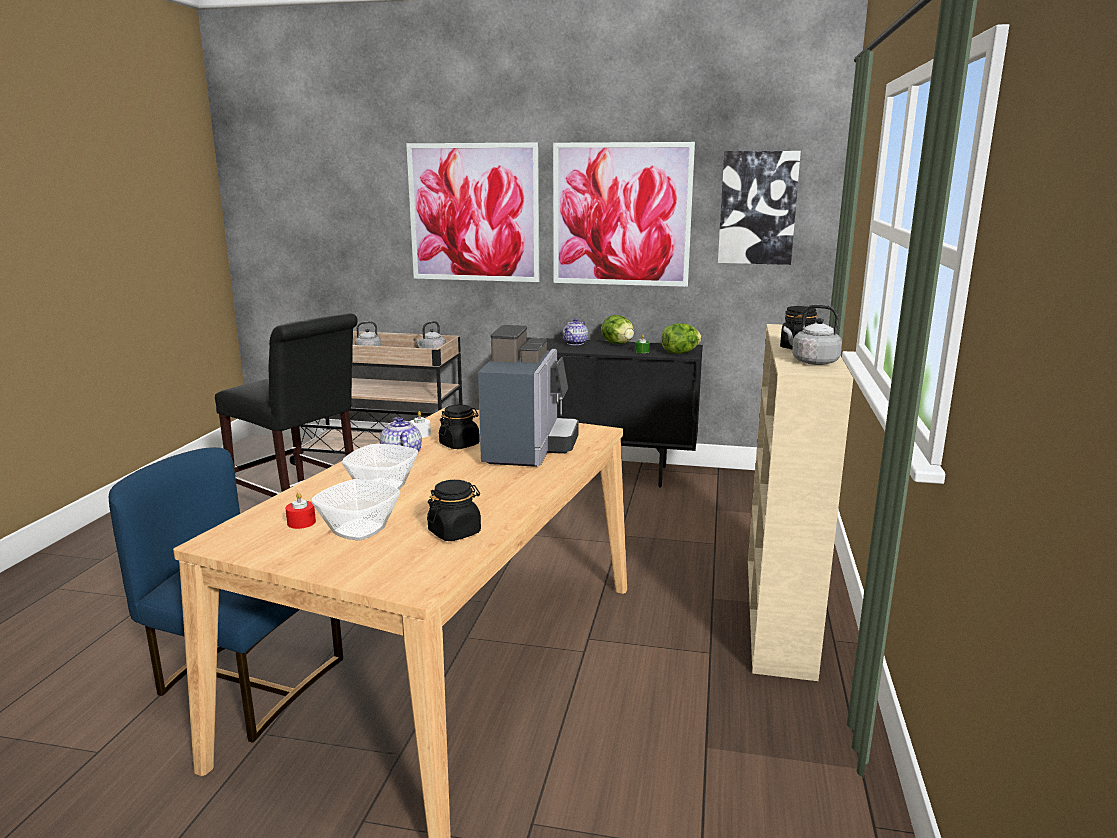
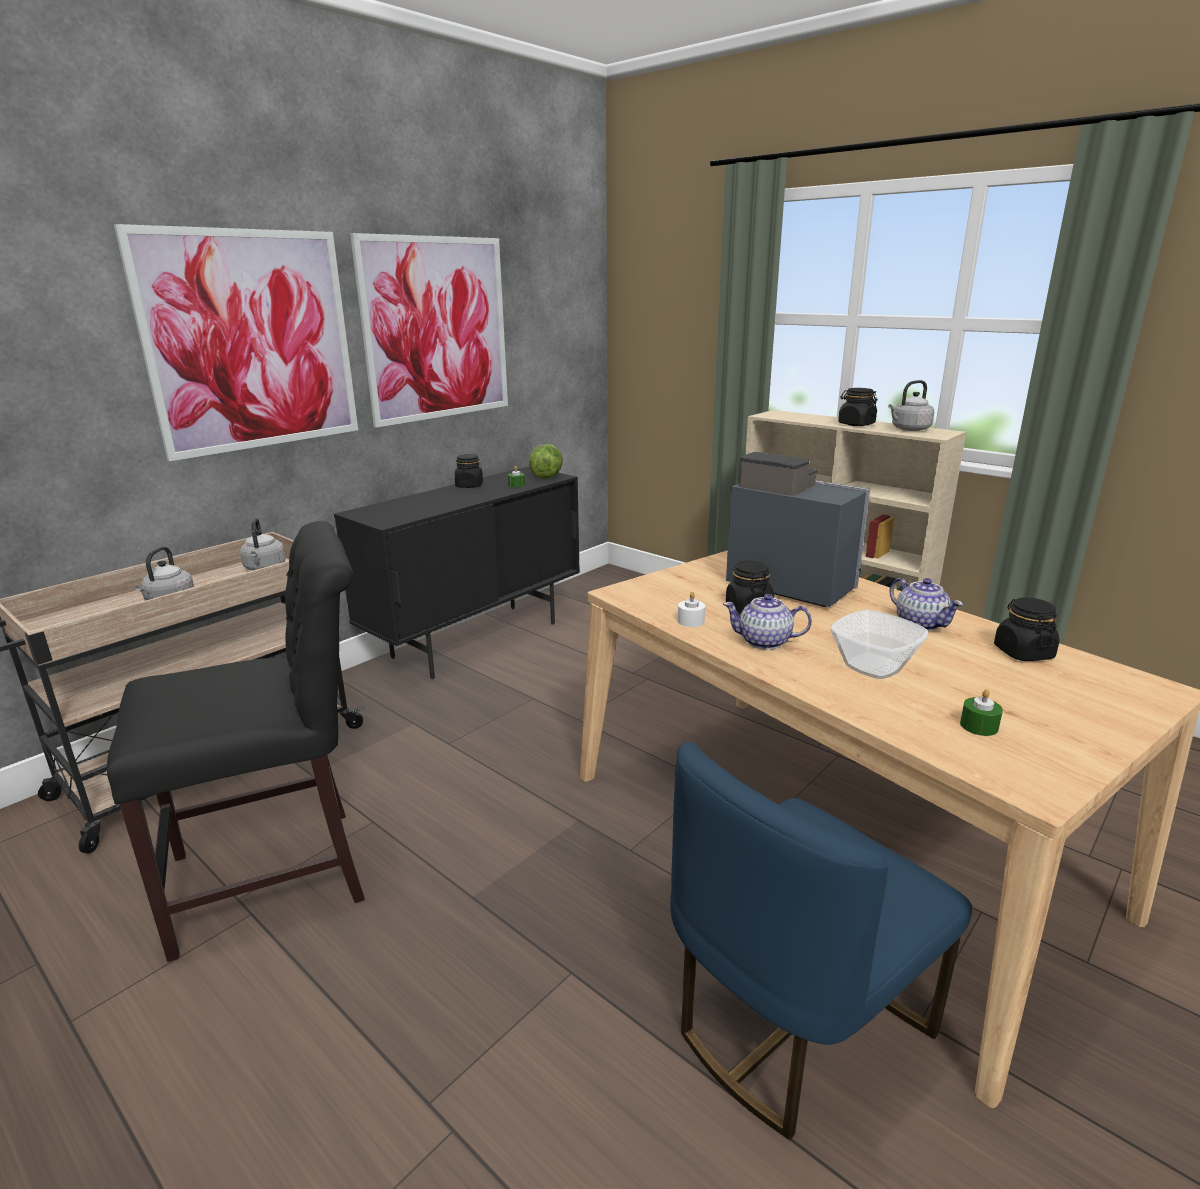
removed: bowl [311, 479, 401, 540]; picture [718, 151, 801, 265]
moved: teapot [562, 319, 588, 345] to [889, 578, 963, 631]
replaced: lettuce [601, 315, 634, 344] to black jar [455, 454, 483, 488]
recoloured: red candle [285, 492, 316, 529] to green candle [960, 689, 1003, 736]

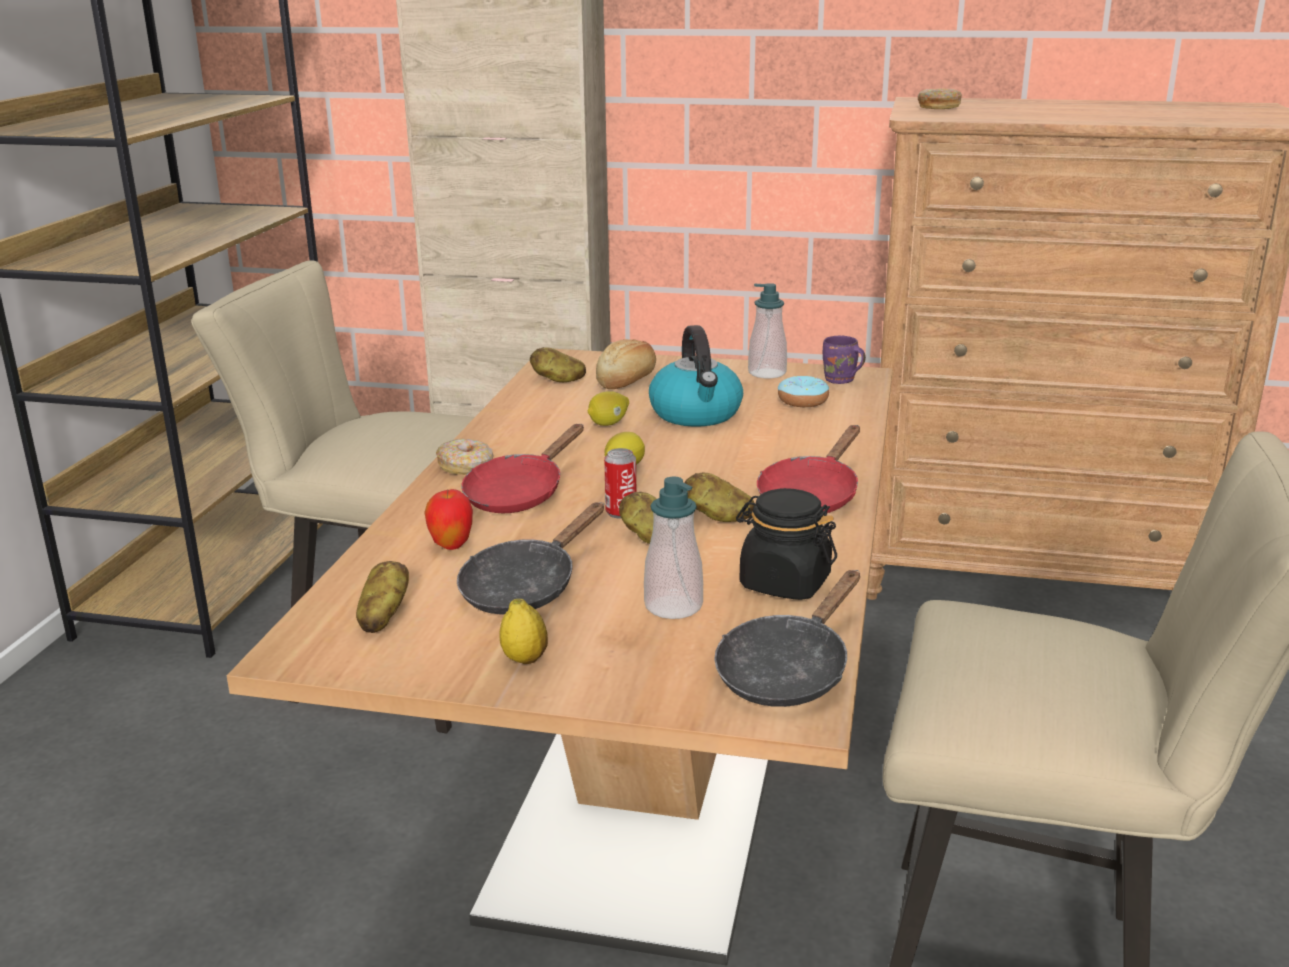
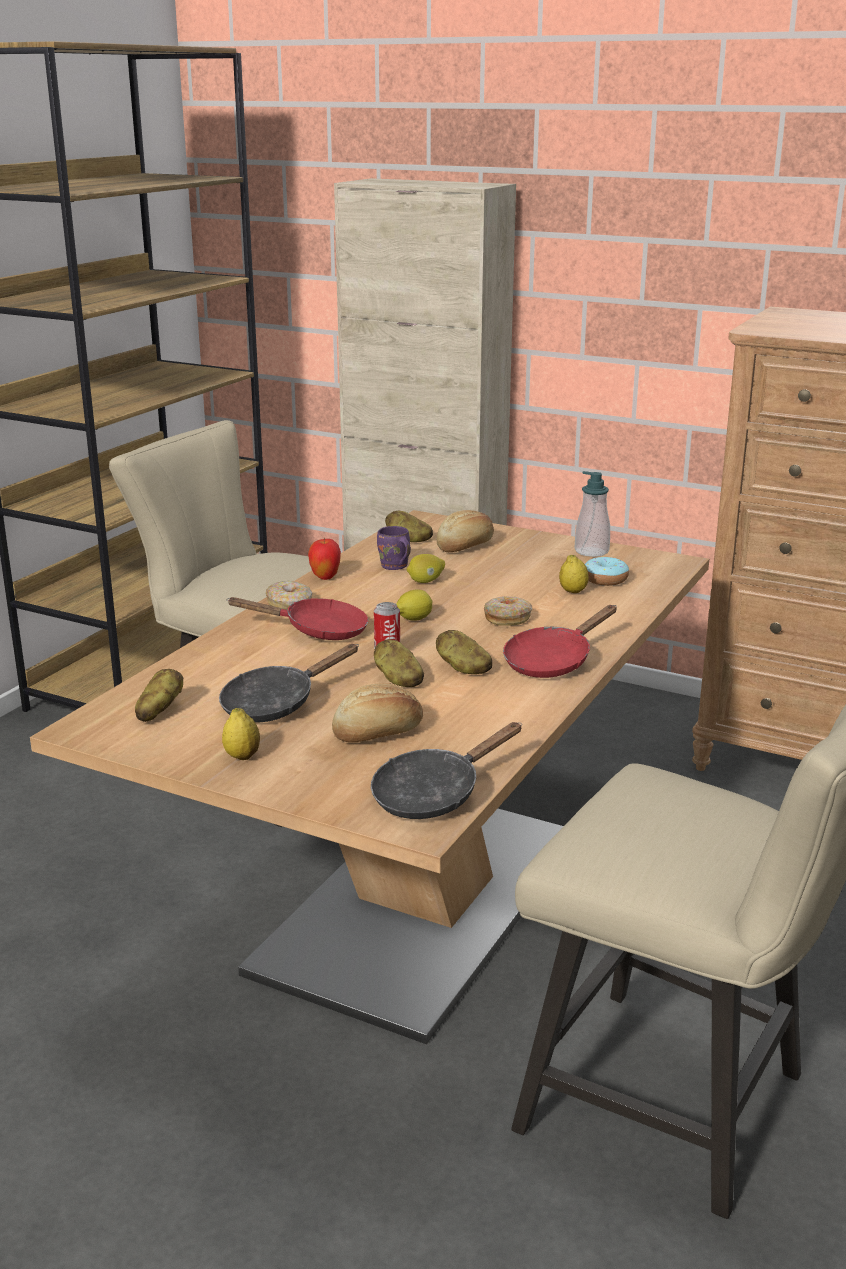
removed: kettle [649, 325, 743, 427]; black jar [736, 488, 837, 600]
added: lemon [559, 555, 589, 593]
moved: apple [424, 489, 473, 550] to [308, 537, 341, 580]; purple mug [823, 336, 866, 384] to [377, 526, 411, 570]; donut [918, 89, 962, 109] to [484, 596, 533, 626]
replaced: soap dispenser [644, 477, 703, 619] to bread [332, 683, 423, 742]
turned: red frying pan [461, 424, 584, 513] = [226, 597, 368, 640] 135 degrees counterclockwise

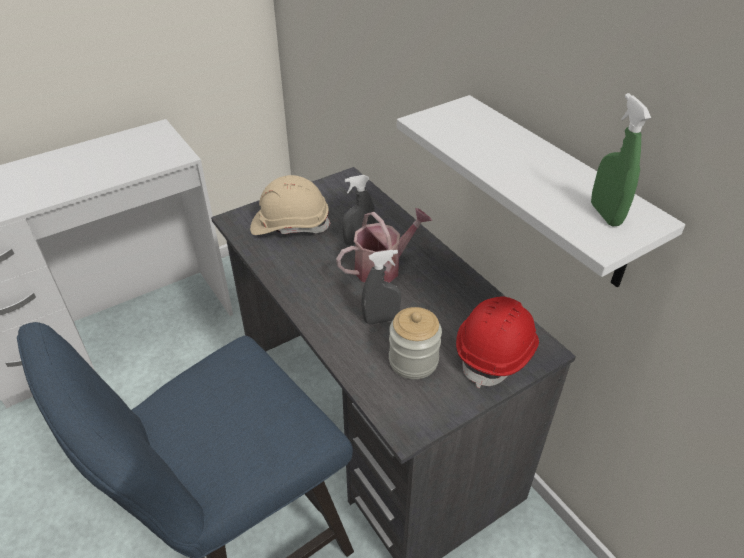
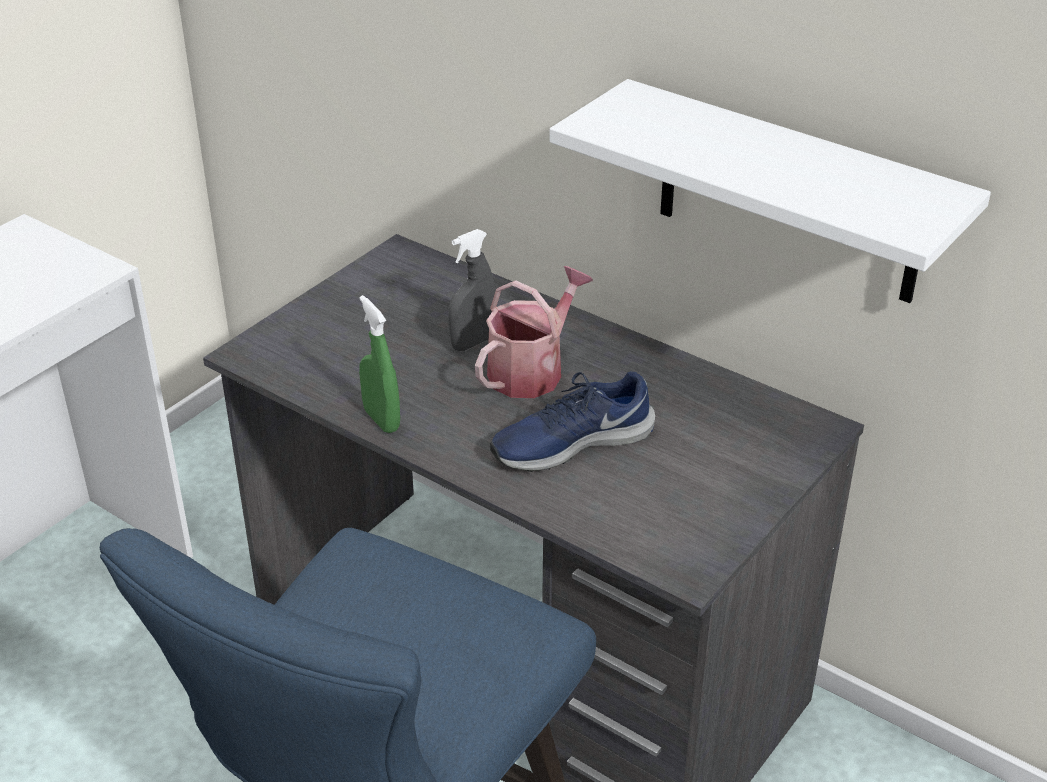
removed: beige hard hat [250, 175, 331, 235]; jar [389, 307, 442, 379]; red hard hat [456, 296, 539, 388]
moved: green spray bottle [591, 93, 651, 226] to [359, 295, 400, 433]
replaced: grey spray bottle [361, 250, 401, 325] to blue shoe [490, 371, 655, 472]

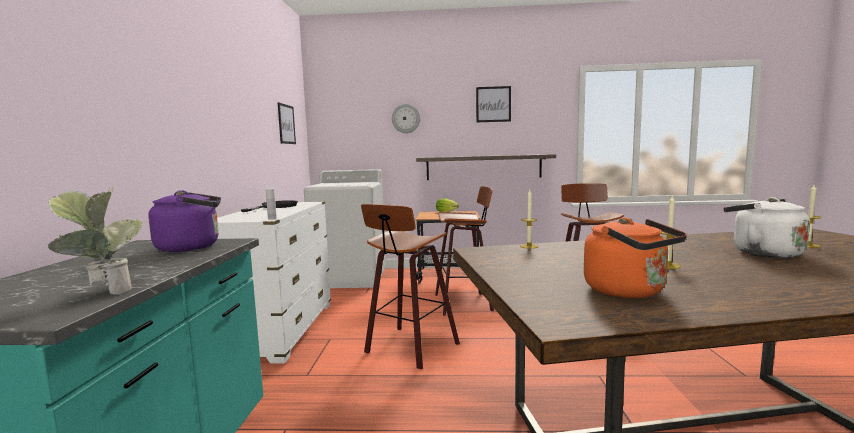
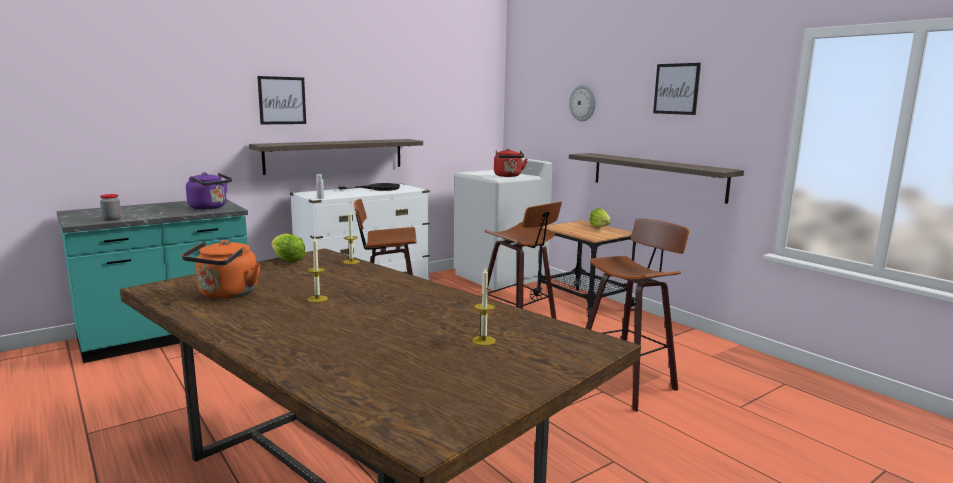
removed: white kettle [724, 197, 810, 258]
added: shelf [249, 139, 423, 175]; lettuce [271, 233, 306, 263]; red kettle [494, 149, 528, 177]
moved: picture [278, 103, 296, 144] to [257, 76, 306, 124]
replaced: potted plant [48, 187, 143, 294] to jar [100, 194, 121, 220]

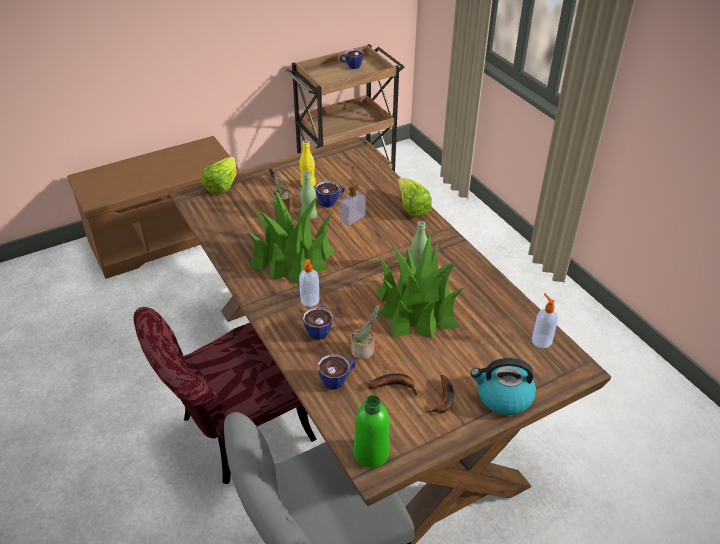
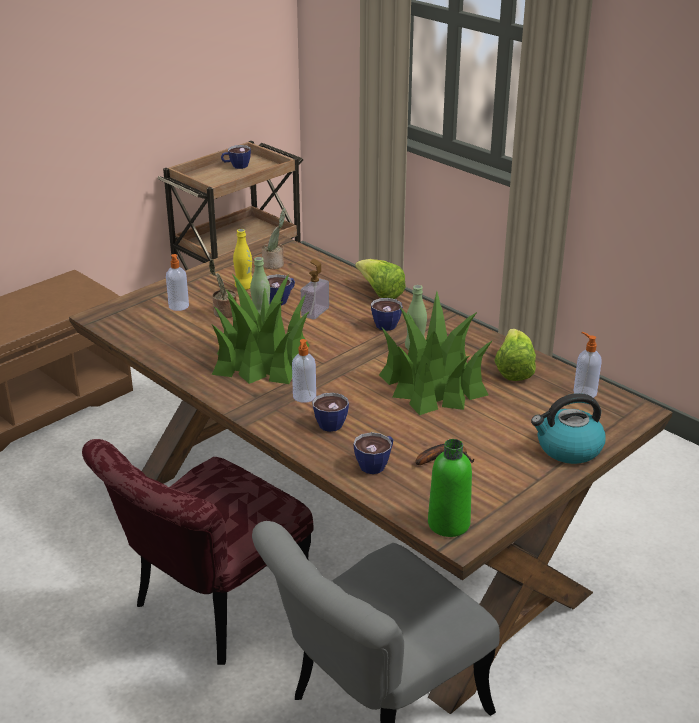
removed: banana [425, 375, 454, 413]
added: soap dispenser [166, 254, 189, 311]; cup [371, 298, 402, 331]
moved: lettuce [201, 157, 237, 194] to [494, 329, 536, 381]; potted plant [351, 305, 379, 359] to [262, 208, 286, 269]

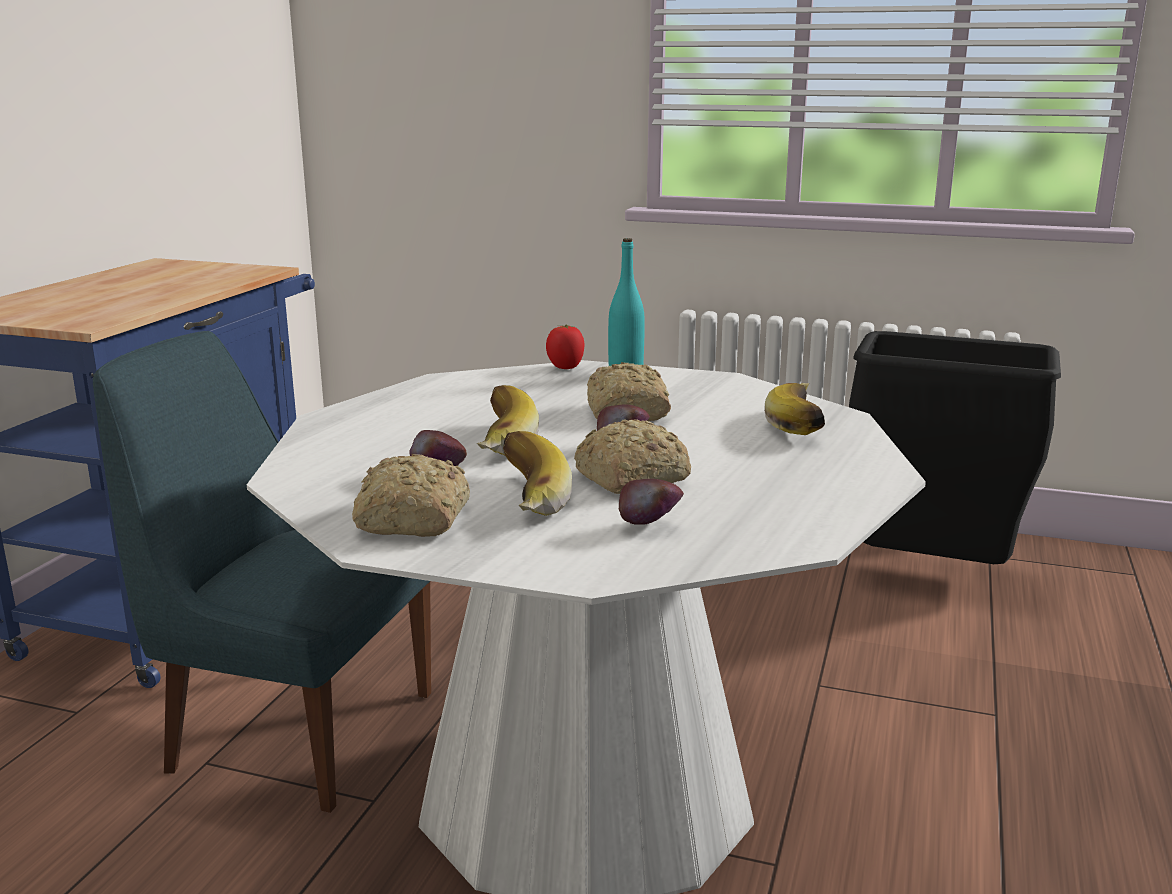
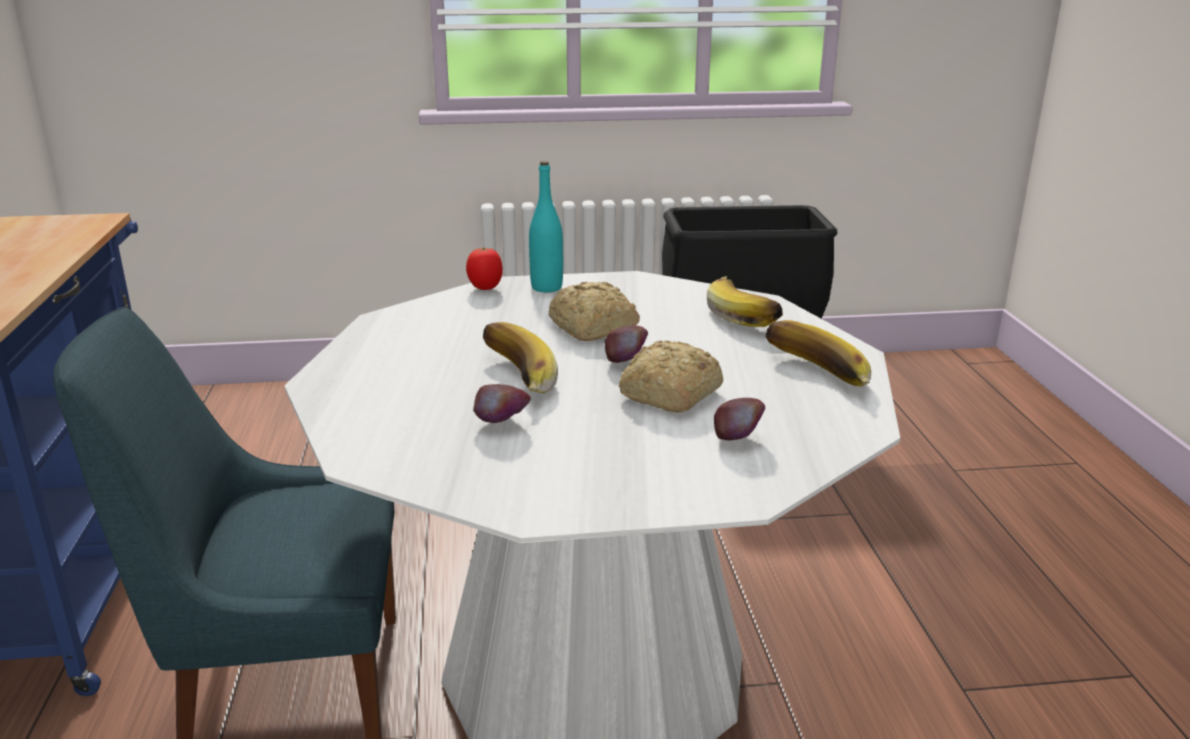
removed: bread [352, 454, 470, 537]
moved: banana [503, 431, 572, 516] to [766, 320, 871, 387]

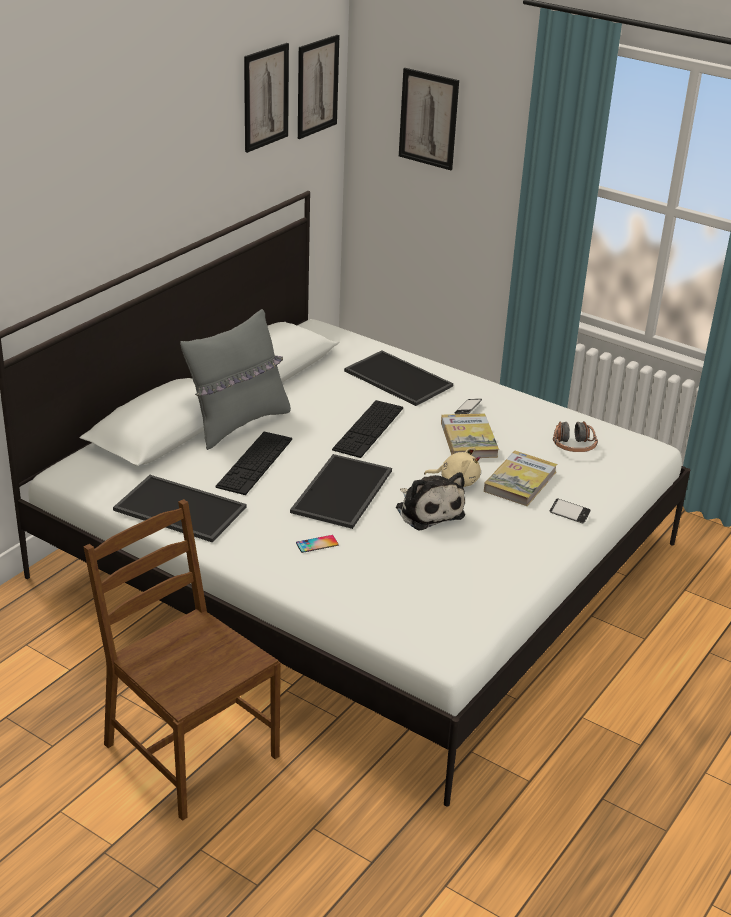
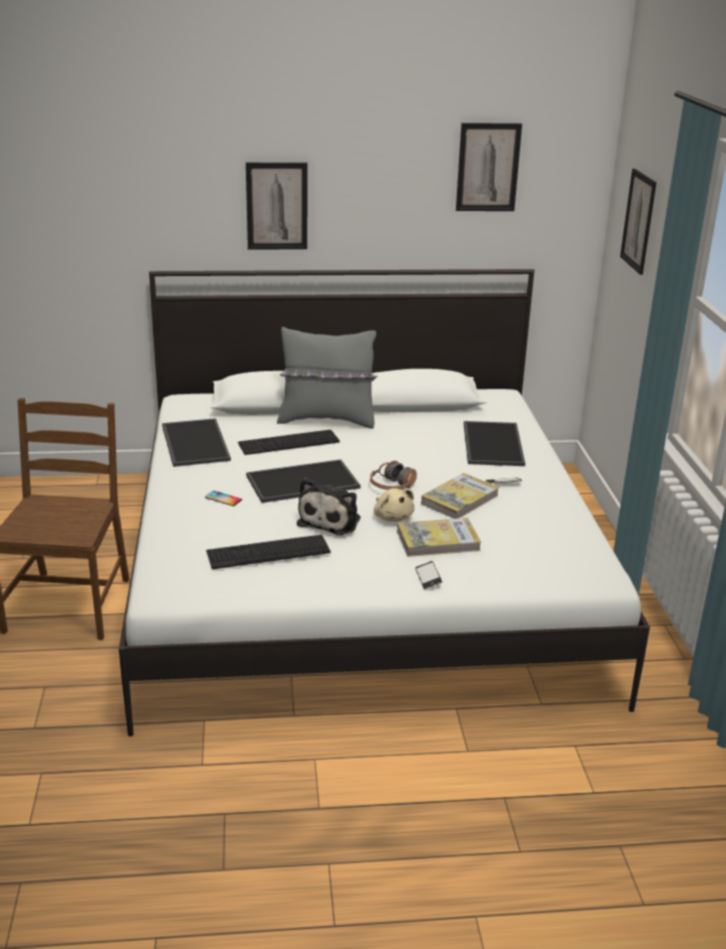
moved: picture [298, 35, 339, 139] to [246, 162, 307, 249]; keyboard [332, 400, 403, 458] to [206, 535, 331, 569]; headphones [553, 421, 598, 452] to [370, 461, 417, 490]

